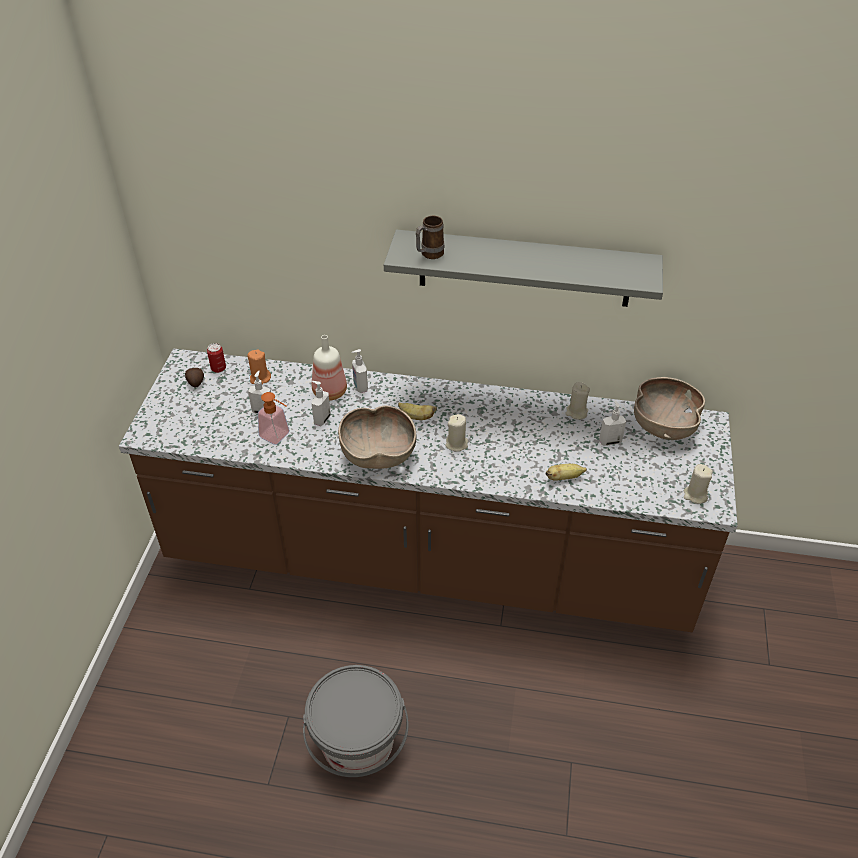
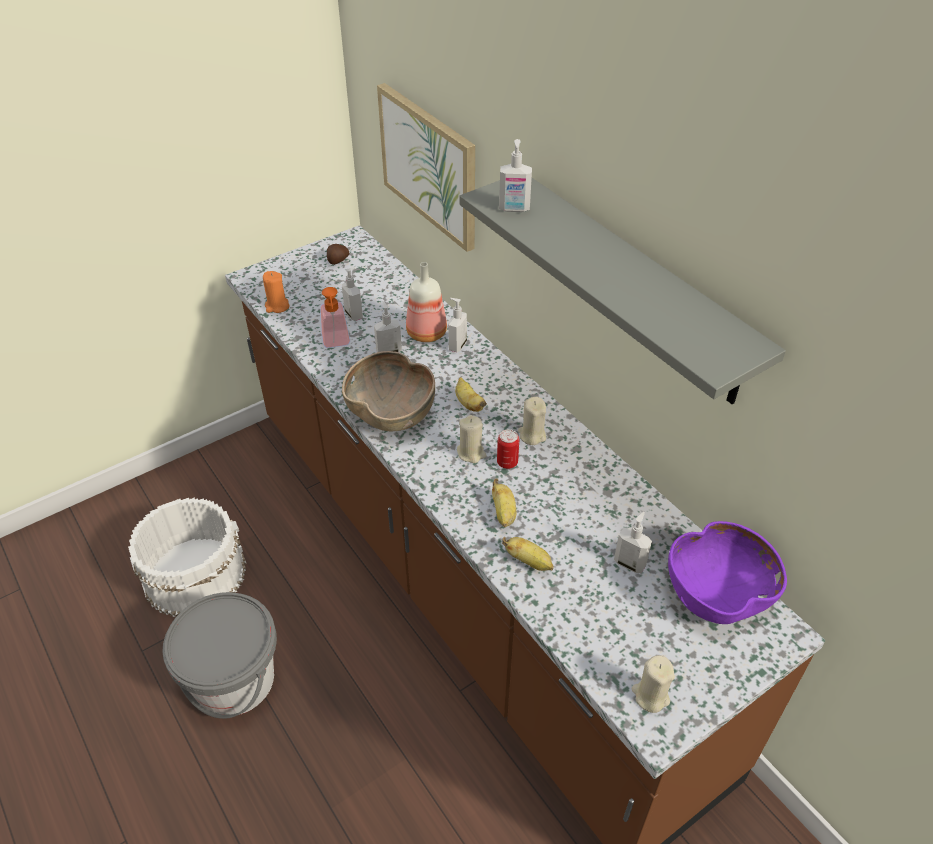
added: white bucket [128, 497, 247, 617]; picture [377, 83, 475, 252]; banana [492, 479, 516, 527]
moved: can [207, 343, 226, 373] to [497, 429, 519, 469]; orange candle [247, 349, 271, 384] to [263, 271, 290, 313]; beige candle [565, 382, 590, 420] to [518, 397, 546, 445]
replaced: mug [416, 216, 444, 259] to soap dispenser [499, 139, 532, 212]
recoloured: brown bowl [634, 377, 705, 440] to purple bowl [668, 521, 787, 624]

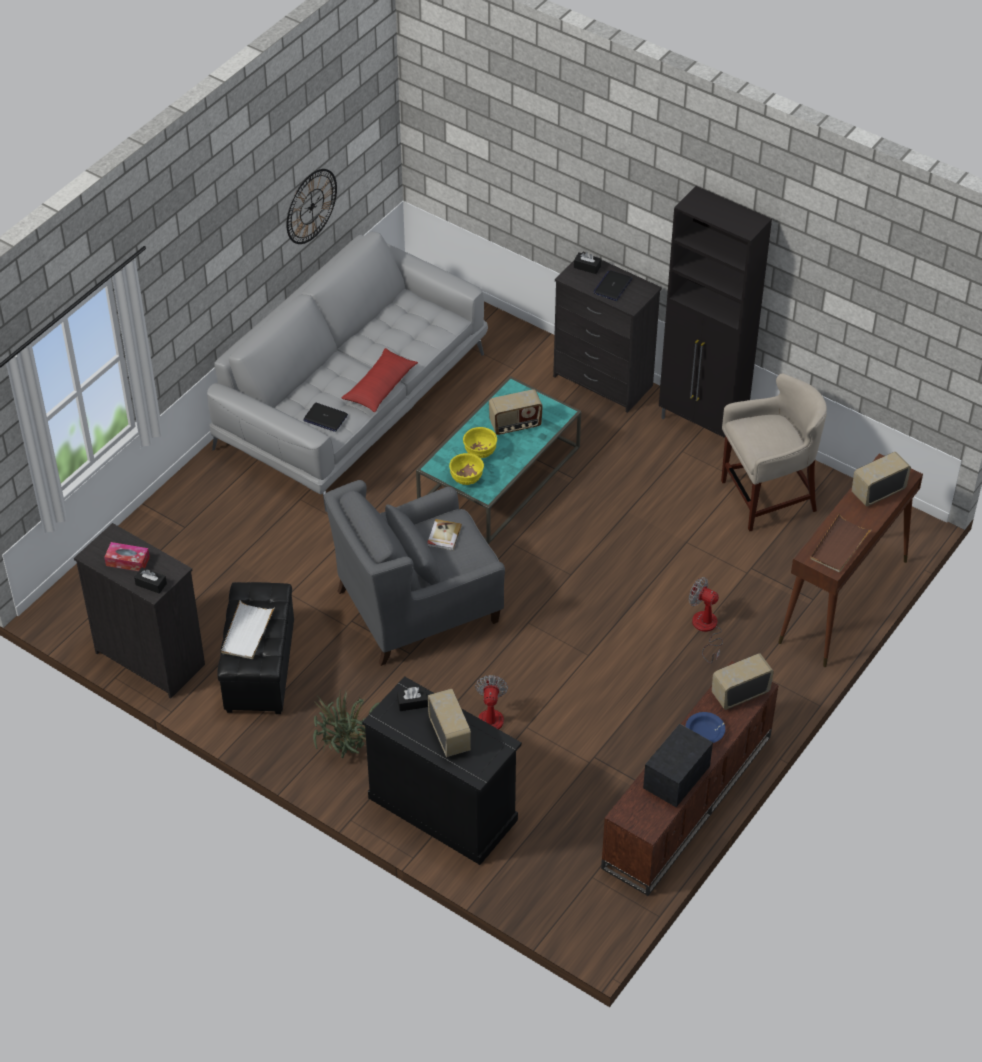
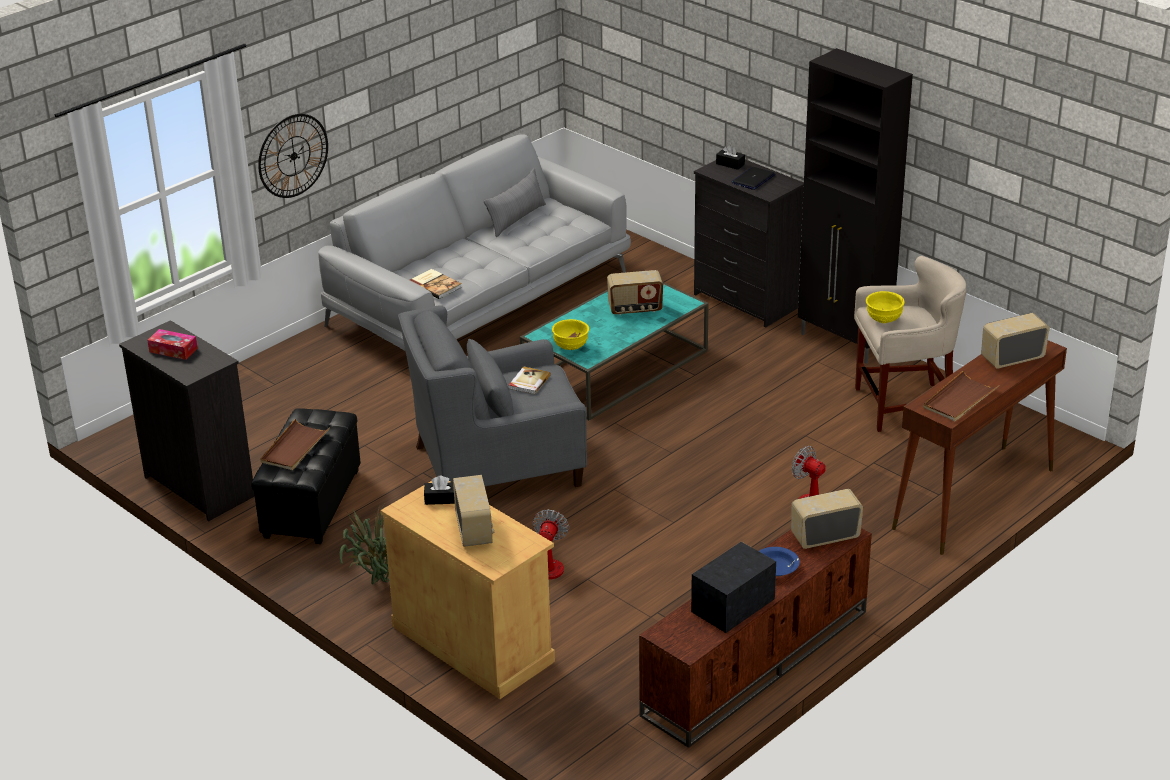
removed: black tissue box [134, 567, 167, 594]; red pillow [342, 348, 418, 412]
added: grey pillow [484, 168, 546, 237]
moved: wall clock [286, 169, 337, 244] to [258, 114, 328, 198]; yellow bowl [463, 427, 497, 458] to [866, 291, 905, 323]
replaced: laptop [303, 403, 348, 432] to book [410, 269, 462, 299]
recoloured: white tray [221, 601, 275, 659] to brown tray [260, 419, 330, 470]; black cabinet [362, 676, 522, 865] to beige cabinet [380, 481, 555, 699]

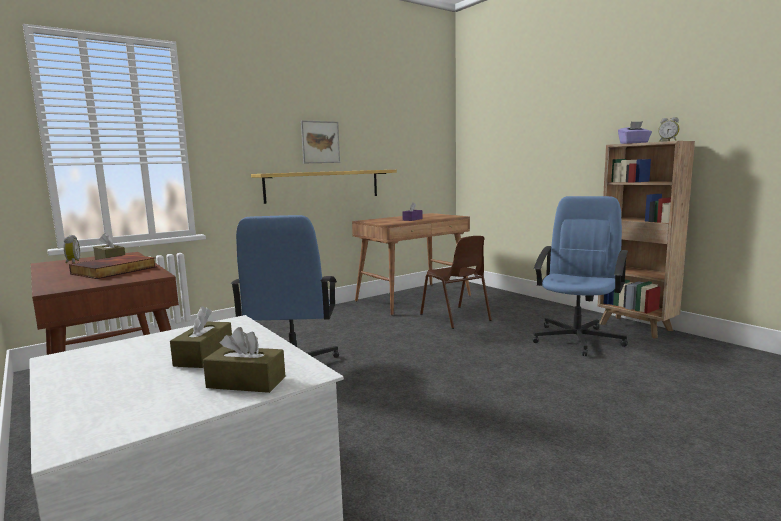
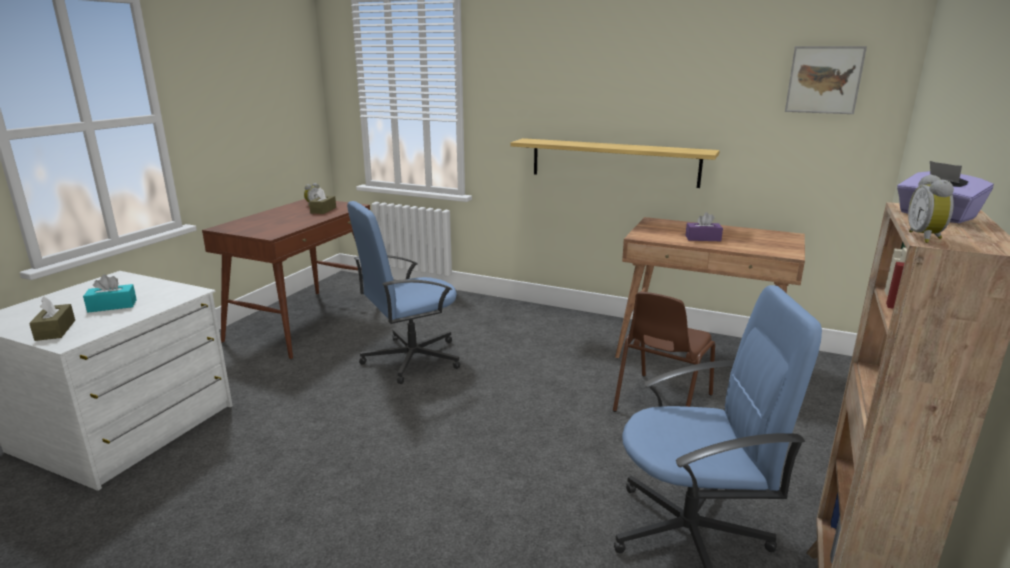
removed: book [69, 254, 157, 279]
moved: picture [301, 120, 340, 163] to [785, 46, 867, 114]
recoloured: brown tissue box [170, 306, 232, 368] to turquoise tissue box [83, 274, 137, 313]

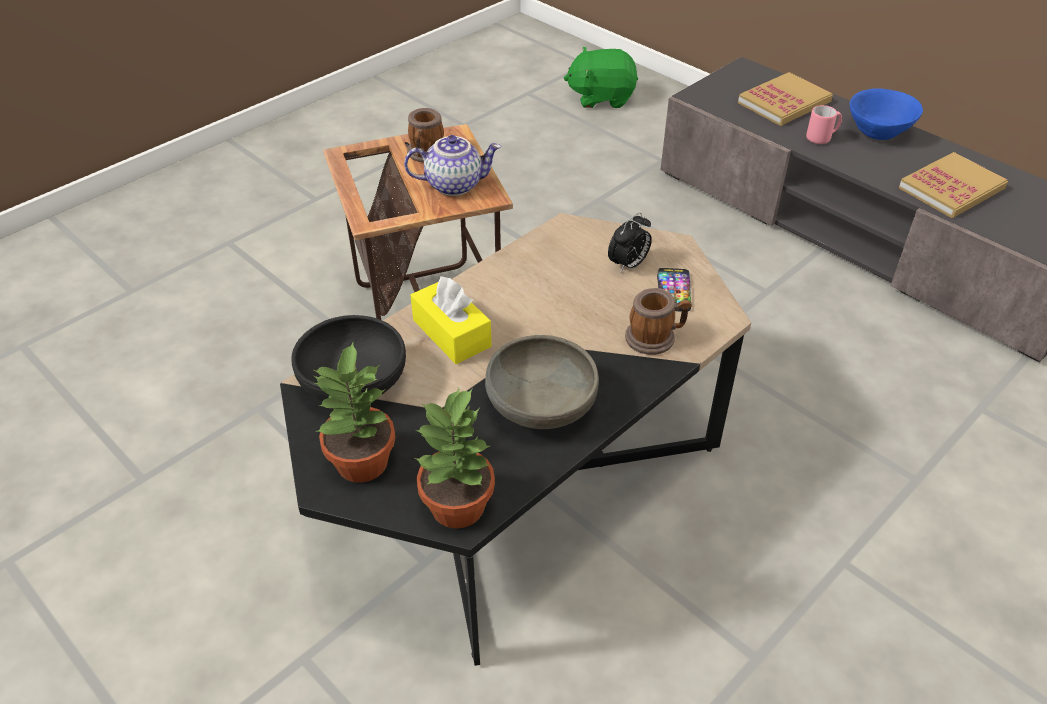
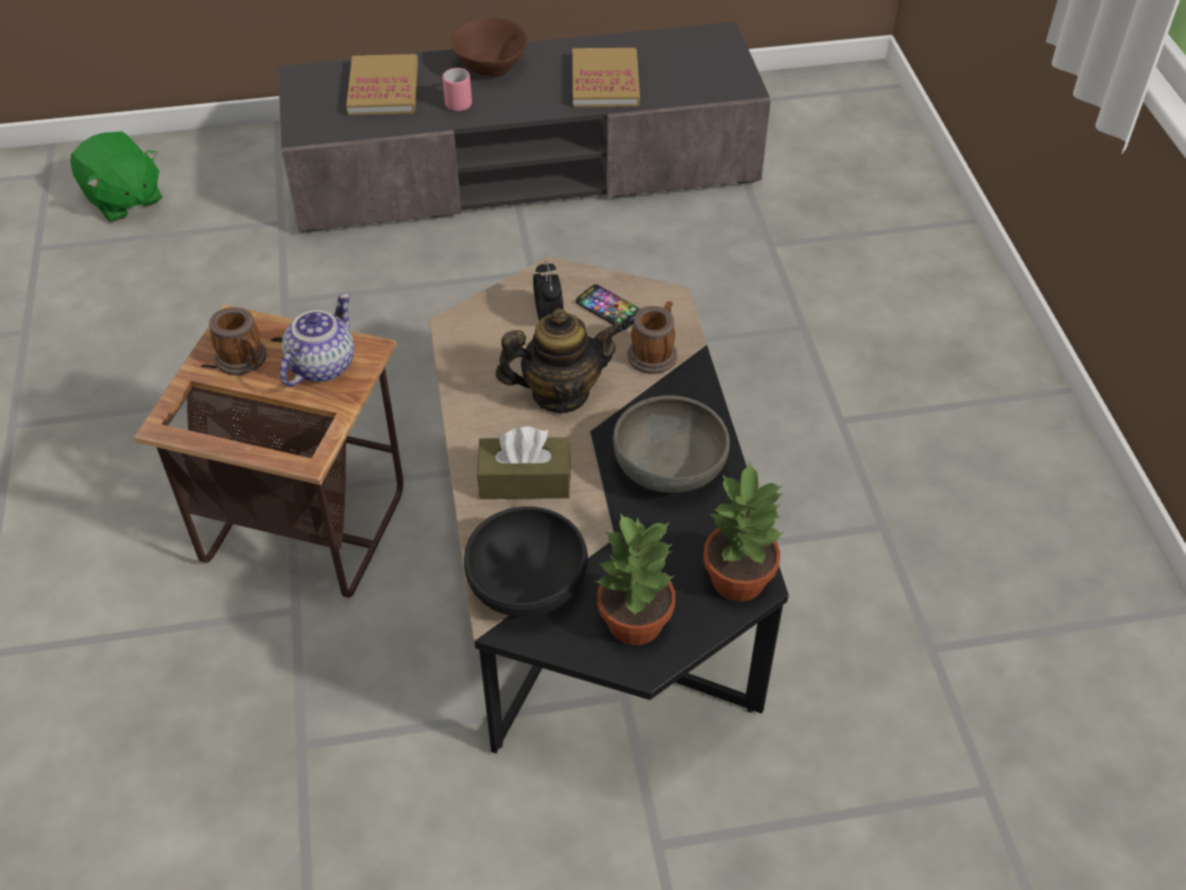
added: teapot [495, 308, 623, 414]
recoloured: yellow tissue box [411, 276, 492, 364] to brown tissue box [477, 427, 571, 499]; blue bowl [850, 89, 923, 140] to brown bowl [451, 17, 527, 76]
turned: green plush toy [564, 47, 638, 108] = [70, 131, 162, 222] 75 degrees counterclockwise

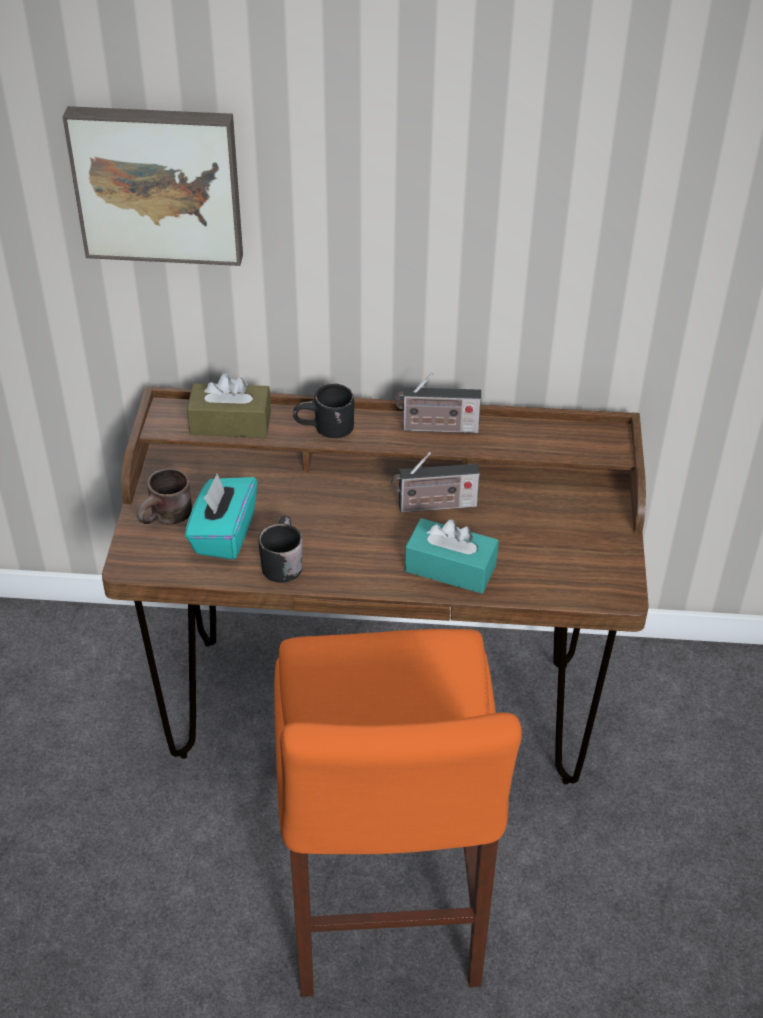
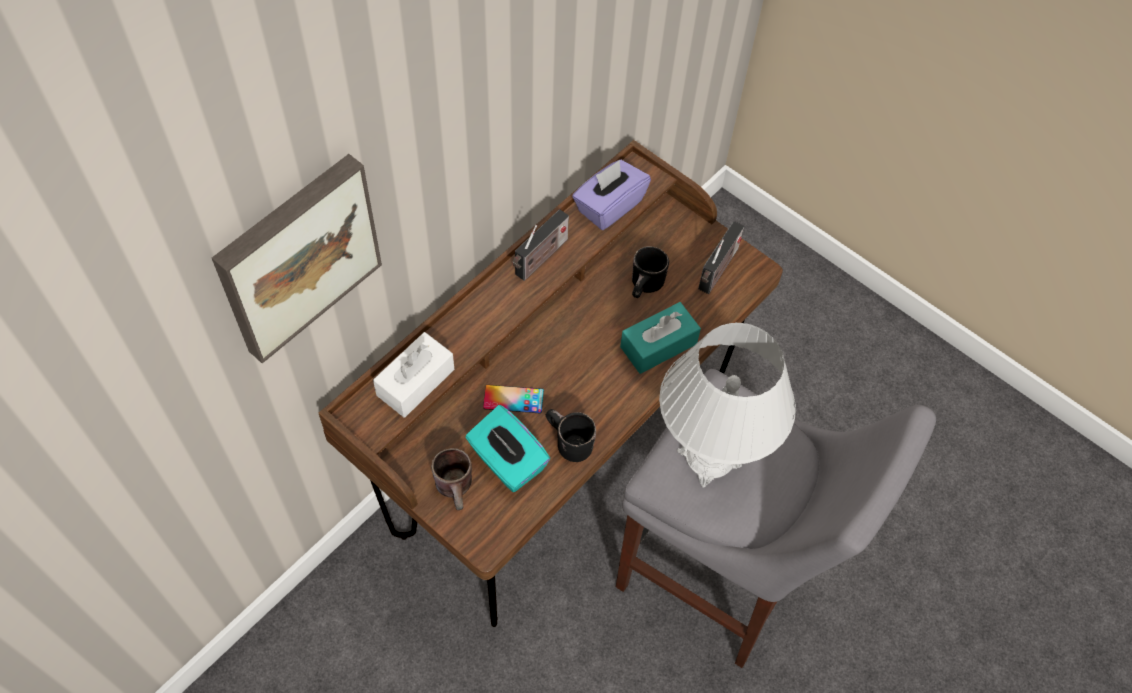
added: phone [483, 384, 544, 413]; purple tissue box [572, 160, 651, 230]; white table lamp [659, 323, 796, 488]
moved: black mug [293, 383, 354, 438] to [632, 246, 669, 298]; radio [391, 452, 480, 513] to [698, 221, 744, 294]
recoloured: brown tissue box [187, 373, 271, 438] to white tissue box [373, 332, 454, 418]; orange stool [274, 629, 522, 997] to grey stool [616, 369, 936, 668]

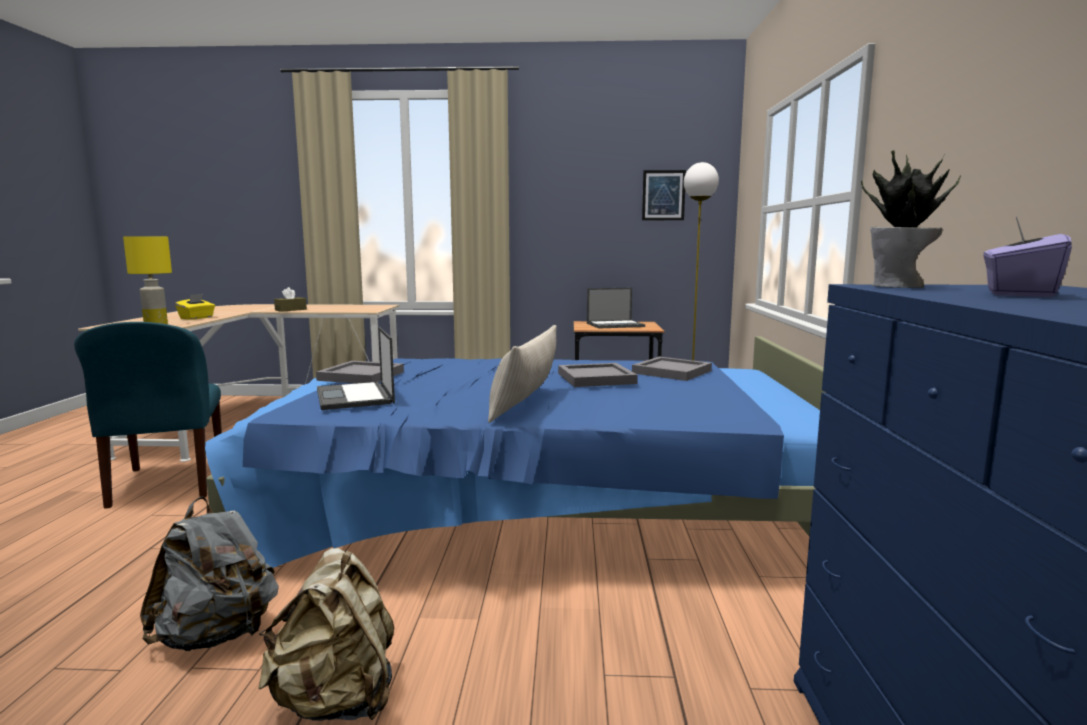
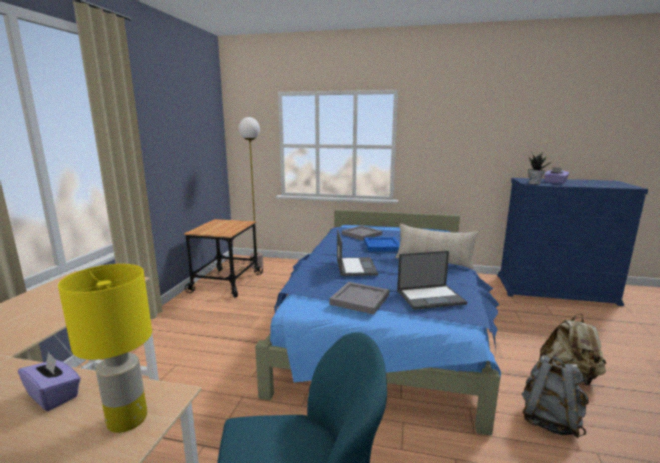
removed: brown tissue box [274, 287, 307, 312]; picture [642, 170, 686, 220]
moved: laptop [587, 288, 645, 328] to [337, 229, 378, 276]
recoloured: yellow tissue box [175, 294, 215, 320] to purple tissue box [18, 351, 81, 411]; grey tray [558, 363, 638, 387] to blue tray [364, 237, 400, 252]

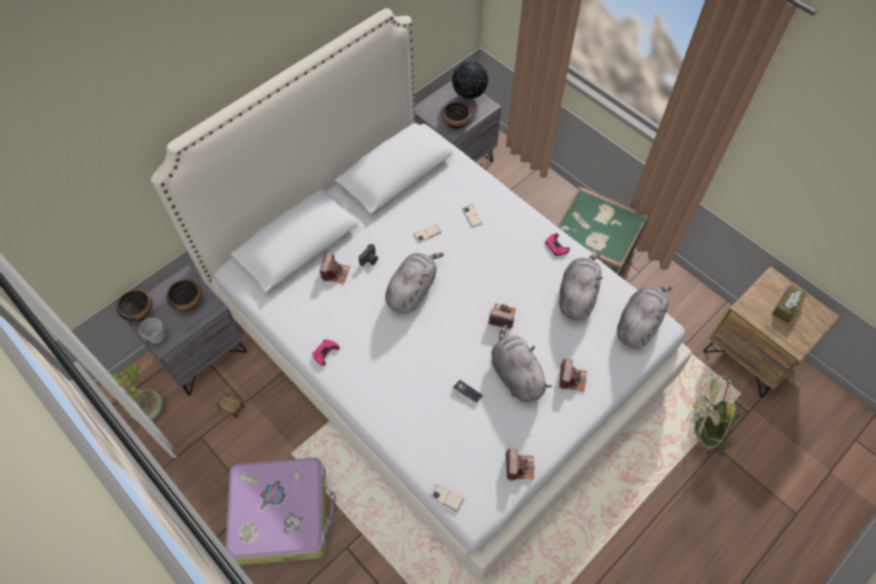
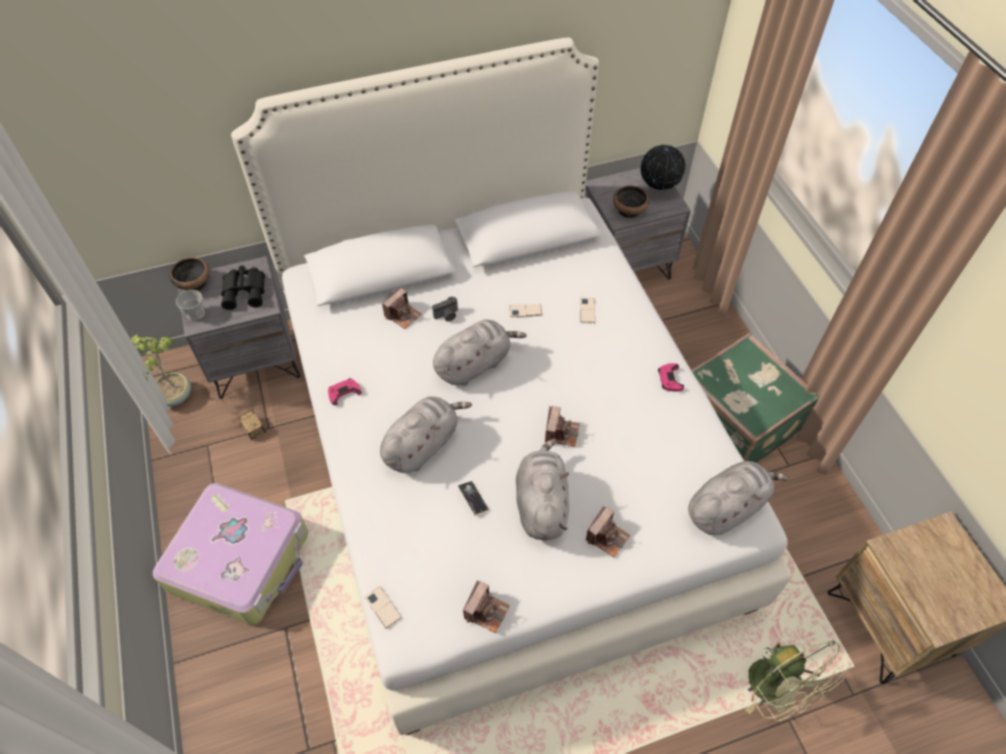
removed: brown tissue box [772, 285, 807, 323]
moved: grey plush toy [559, 254, 603, 320] to [380, 396, 472, 473]
replaced: bowl [167, 279, 202, 311] to black binoculars [221, 265, 265, 310]
turned: photo camera [488, 303, 516, 329] = [545, 406, 580, 447] 60 degrees clockwise; green fan [686, 373, 740, 456] = [745, 640, 852, 721] 150 degrees counterclockwise

